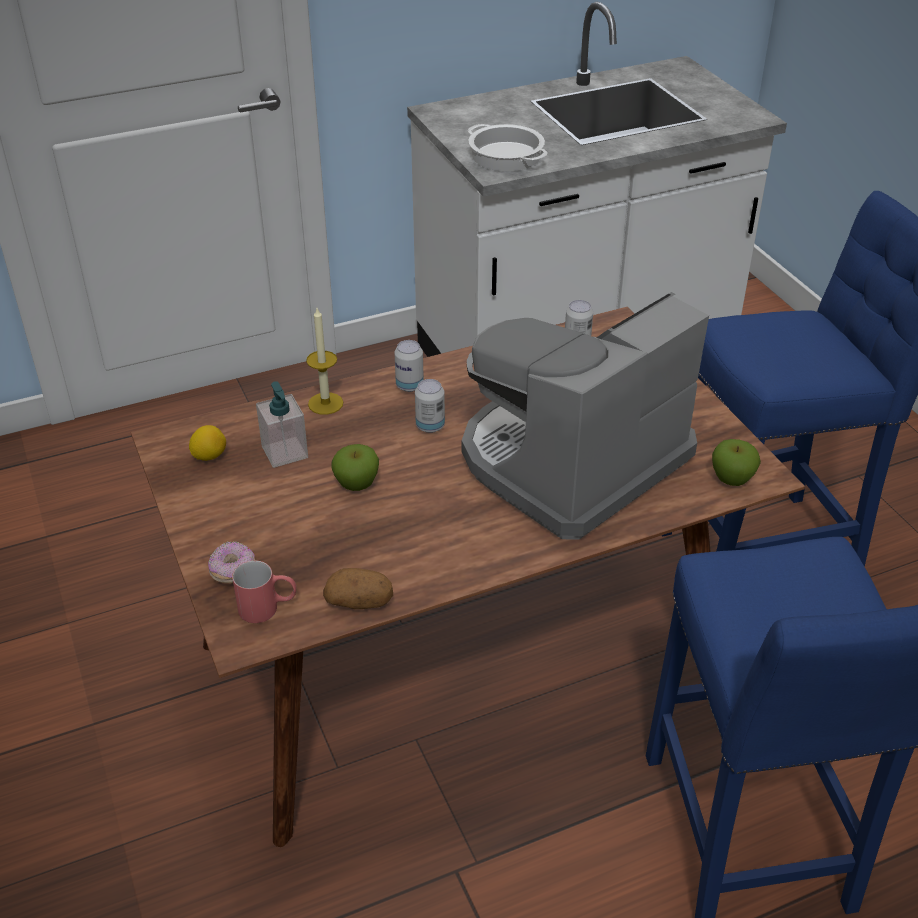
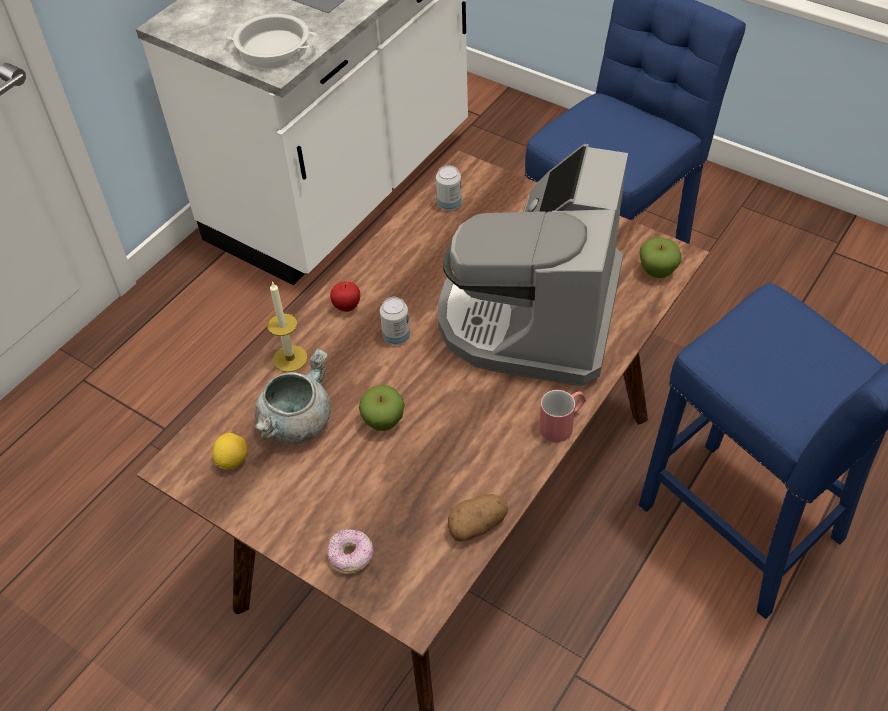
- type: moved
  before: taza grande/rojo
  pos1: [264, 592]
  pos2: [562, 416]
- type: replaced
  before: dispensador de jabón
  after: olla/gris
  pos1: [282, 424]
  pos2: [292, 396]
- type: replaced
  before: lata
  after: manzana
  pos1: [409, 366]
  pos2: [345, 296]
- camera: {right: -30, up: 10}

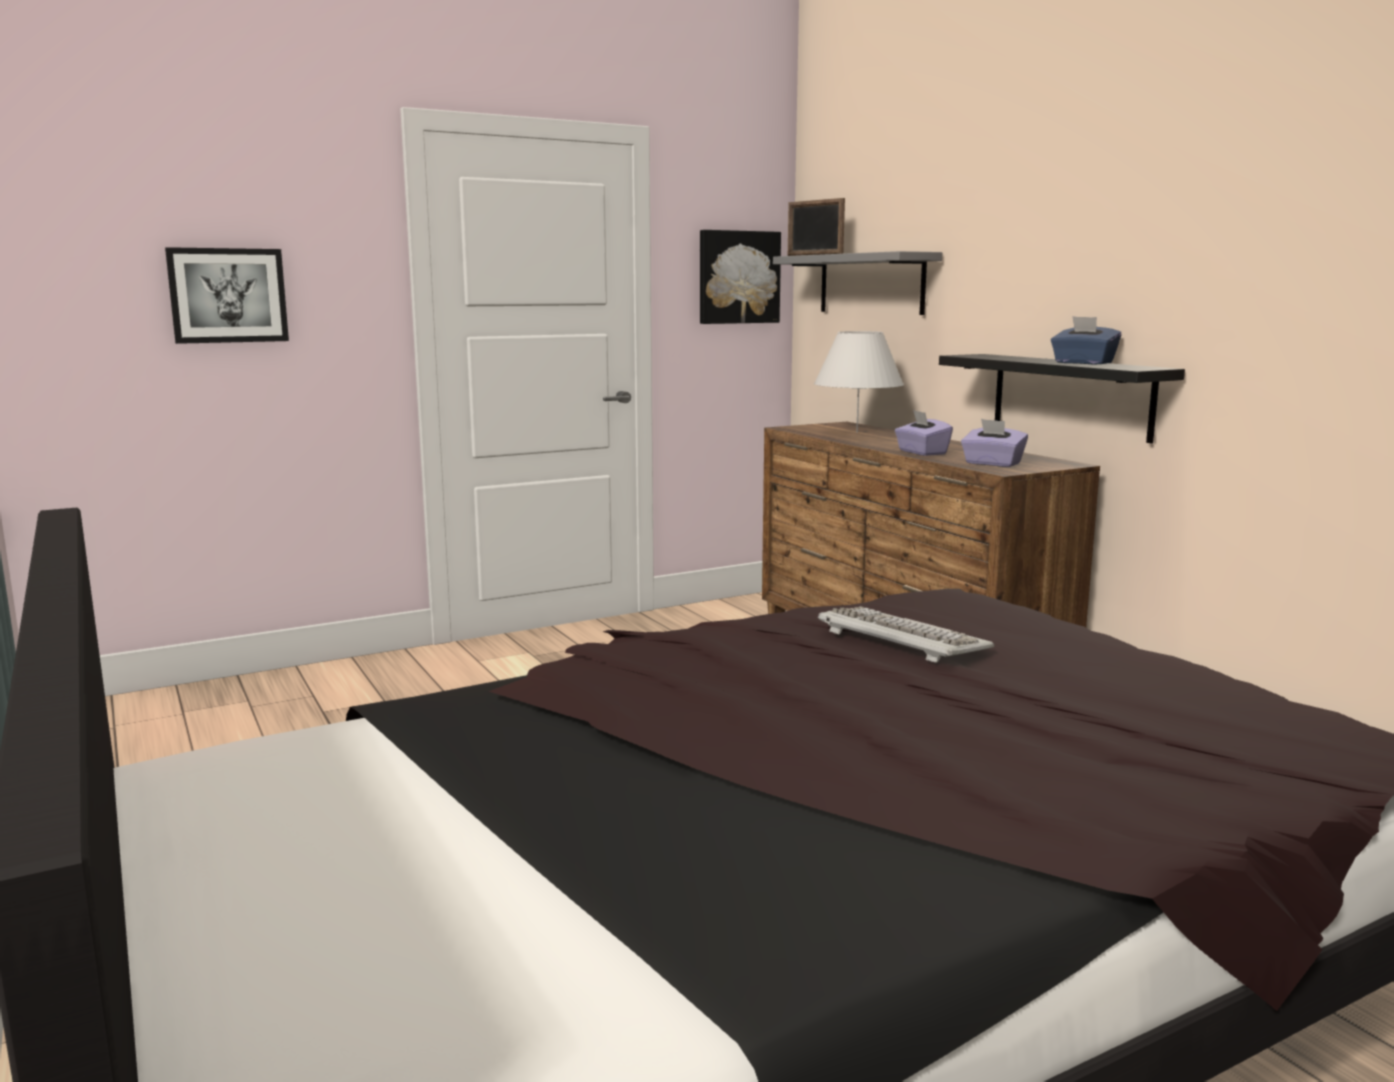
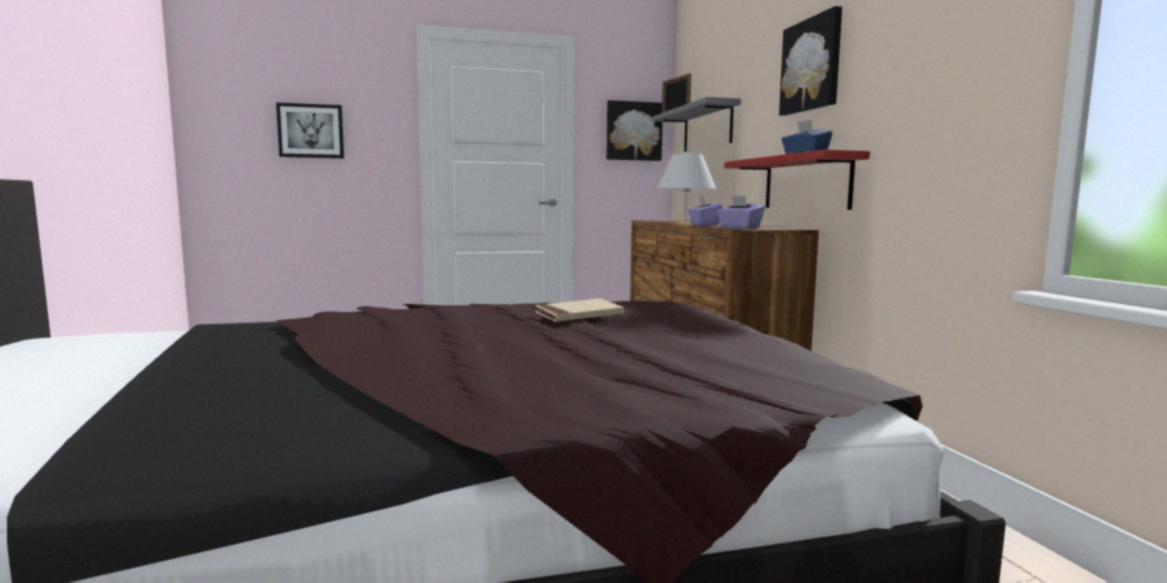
- type: replaced
  before: teclado
  after: libro/beis
  pos1: [906, 634]
  pos2: [580, 310]
- type: recoloured
  before: estante/negro
  after: estante/rojo
  pos1: [1062, 399]
  pos2: [797, 179]
- type: added
  after: cuadro
  pos2: [810, 61]
- camera: {right: 15, up: -5}

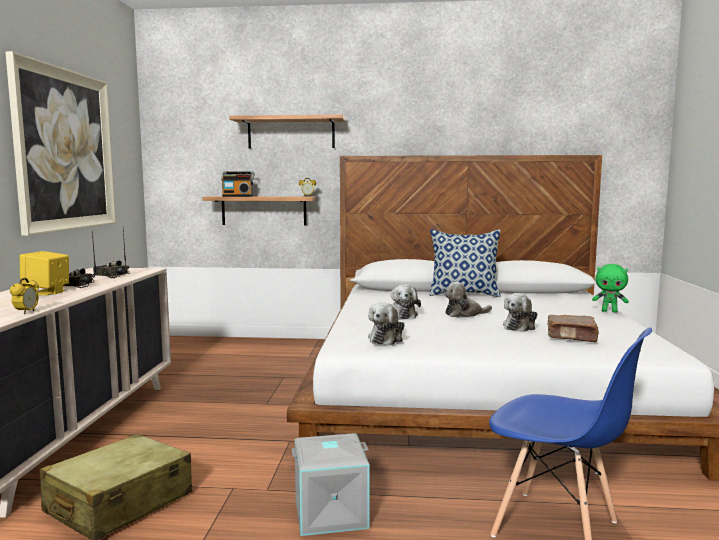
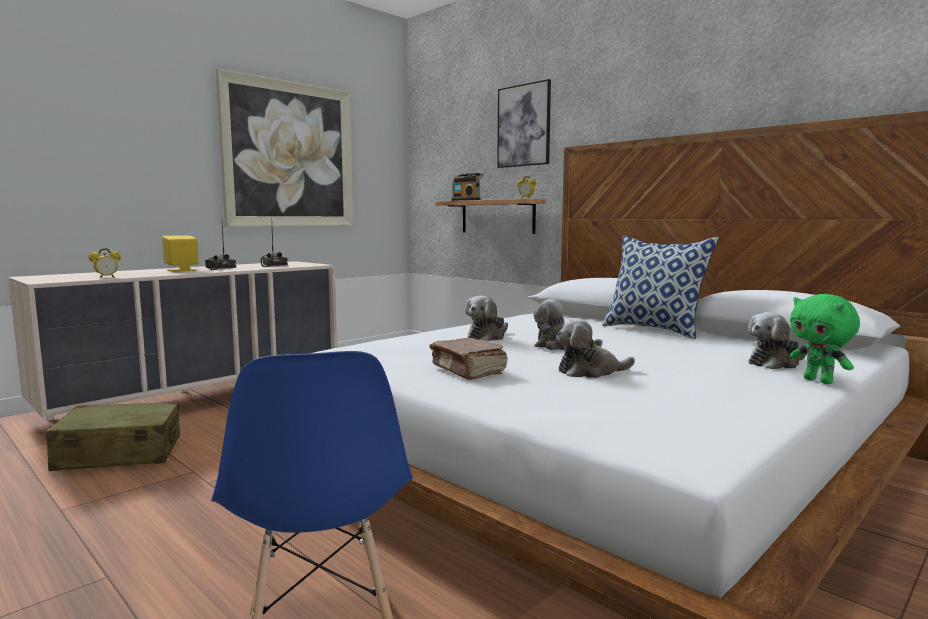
- type: replaced
  before: estante
  after: cuadro
  pos1: [287, 131]
  pos2: [524, 123]
- type: removed
  before: caja de almacenaje/gris
  pos1: [331, 484]
- type: moved
  before: peluche
  pos1: [386, 323]
  pos2: [777, 340]
- type: moved
  before: libro/marrón
  pos1: [573, 328]
  pos2: [469, 359]
- camera: {right: 40, up: 0}

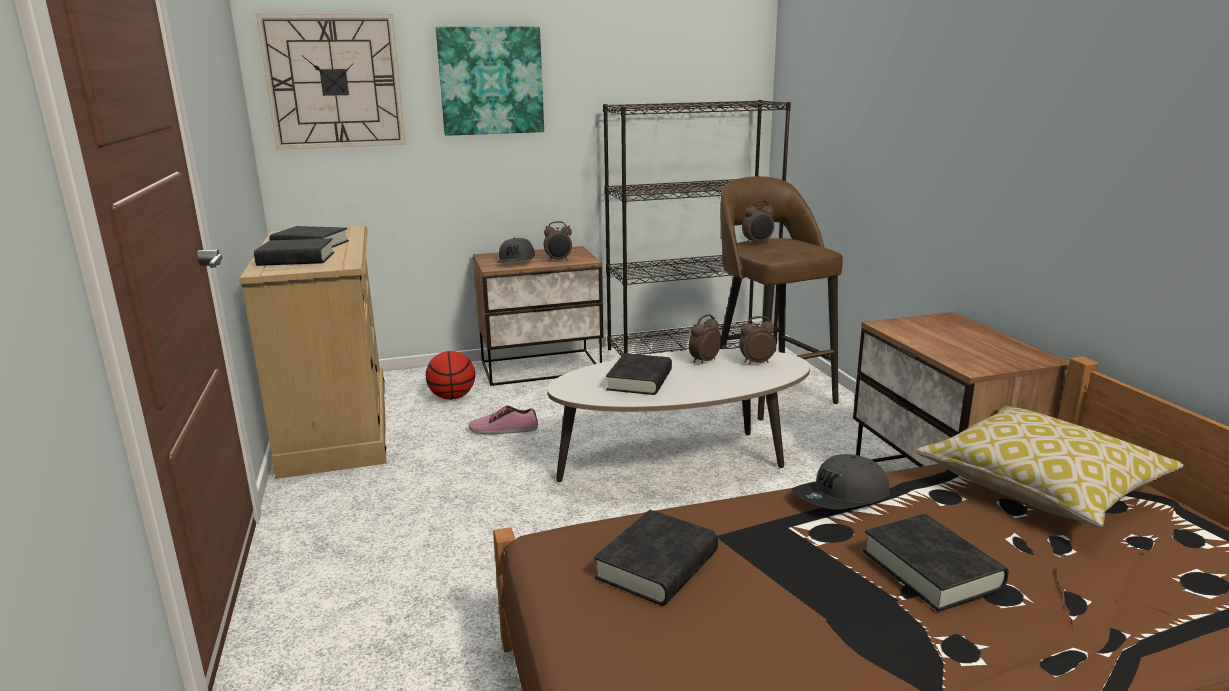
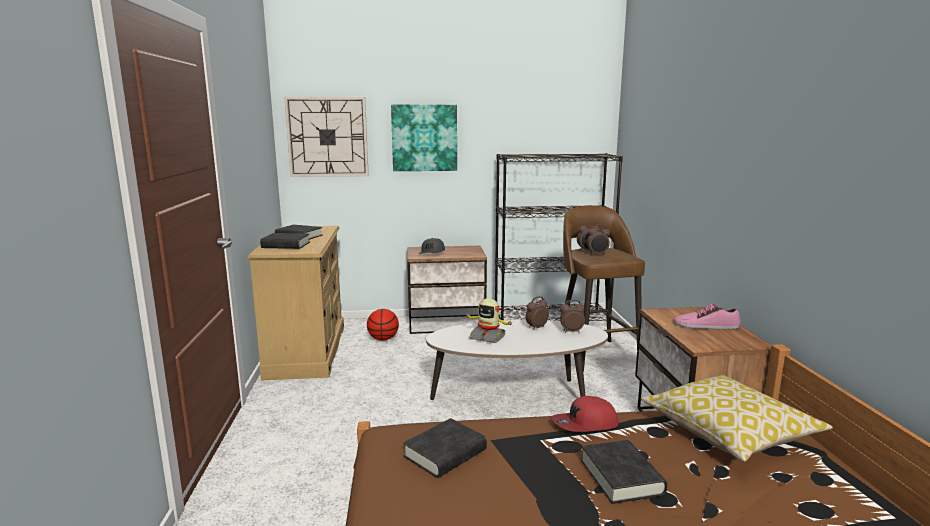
- type: moved
  before: zapato
  pos1: [503, 419]
  pos2: [707, 316]
- type: moved
  before: despertador
  pos1: [557, 241]
  pos2: [598, 240]
- type: replaced
  before: libro/negro
  after: robot de juguete
  pos1: [639, 374]
  pos2: [489, 320]
- type: recoloured
  before: gorra/gris
  after: gorra/rojo
  pos1: [841, 481]
  pos2: [585, 414]
- camera: {right: 10, up: -5}

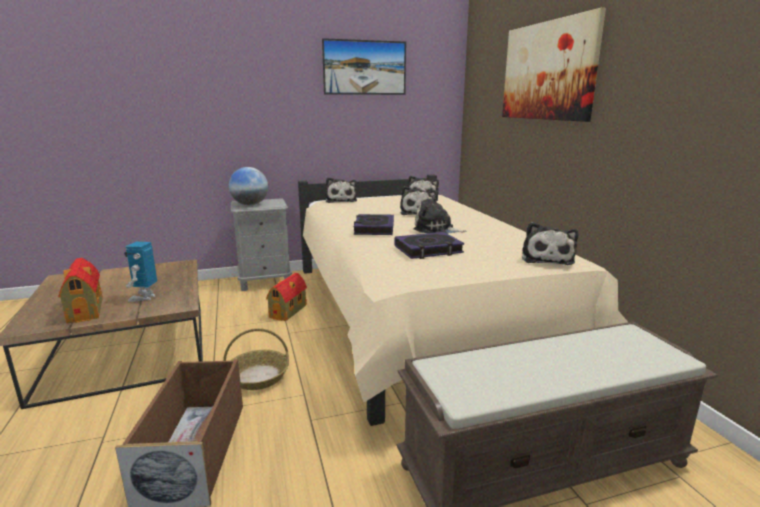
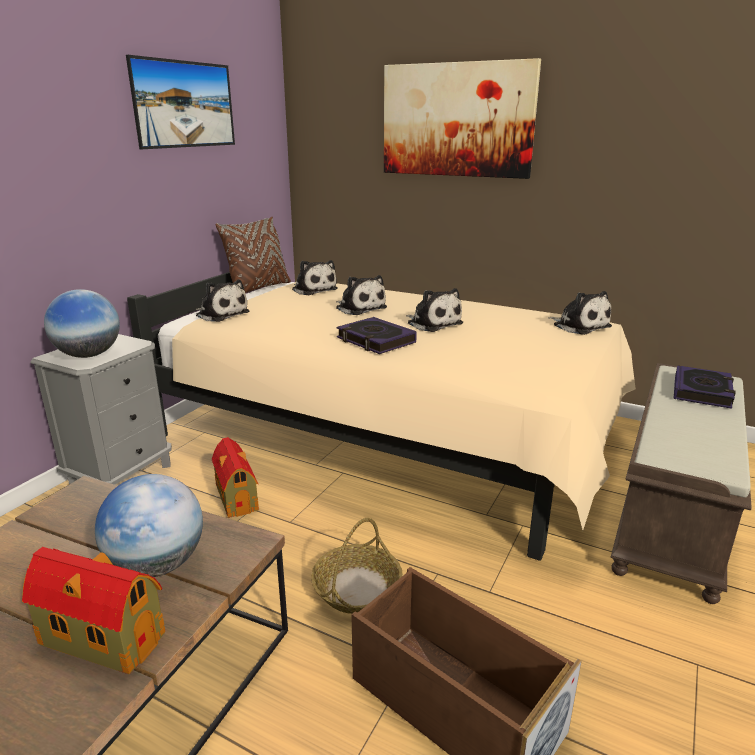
- type: replaced
  before: robot de juguete
  after: globo terráqueo
  pos1: [140, 272]
  pos2: [149, 525]
- type: moved
  before: libro
  pos1: [429, 245]
  pos2: [704, 387]
- type: turned
  before: peluche
  pos1: [440, 214]
  pos2: [434, 310]
  turn: -105
- type: added
  after: cojín/marrón
  pos2: [253, 255]
- camera: {right: -45, up: 5}

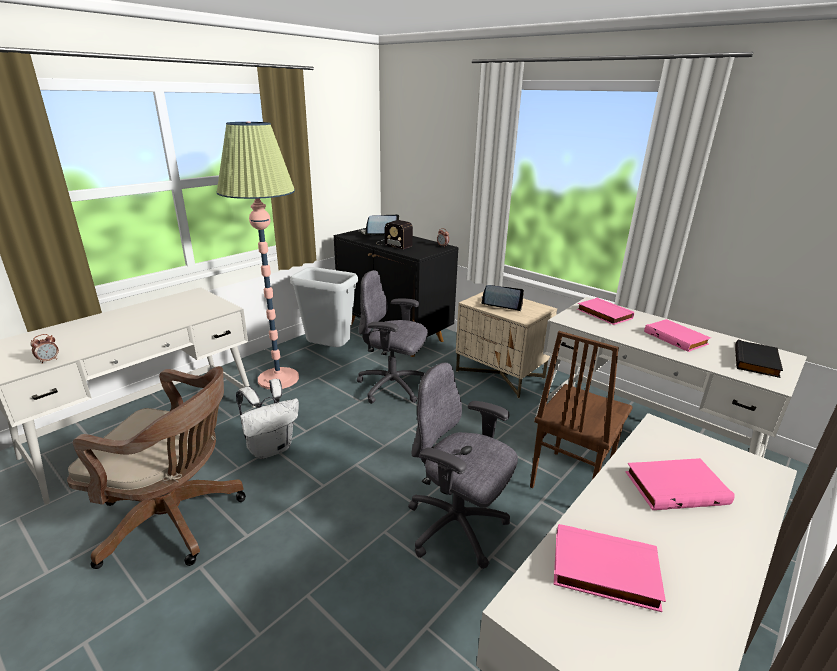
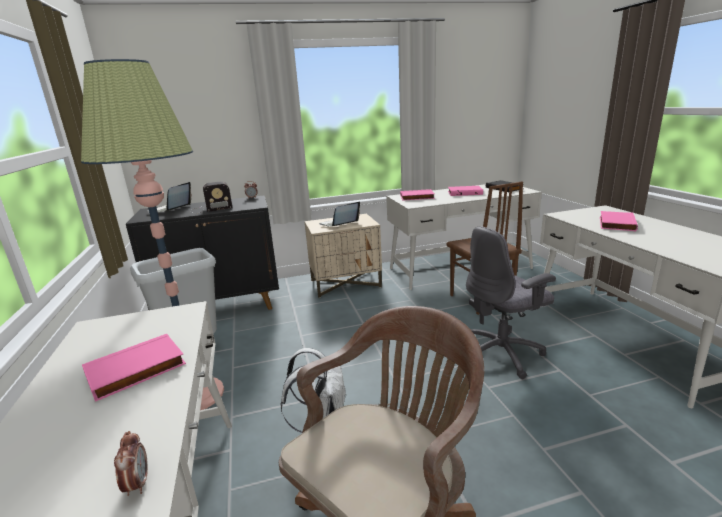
- type: removed
  before: silla de oficina/gris
  pos1: [392, 337]
- type: moved
  before: libro/rosa
  pos1: [610, 568]
  pos2: [134, 368]
- camera: {right: -55, up: -5}

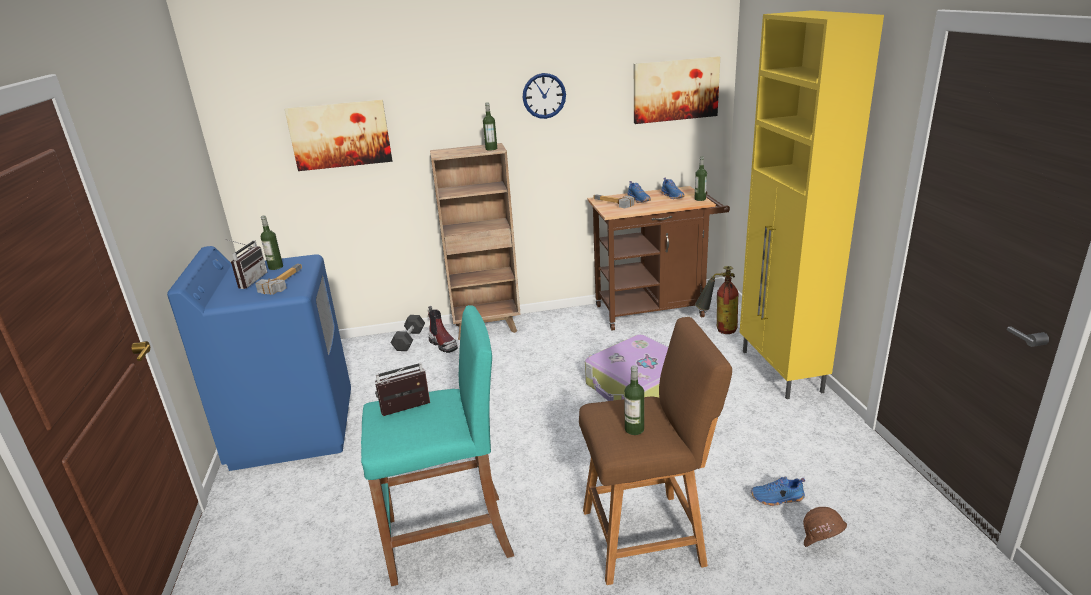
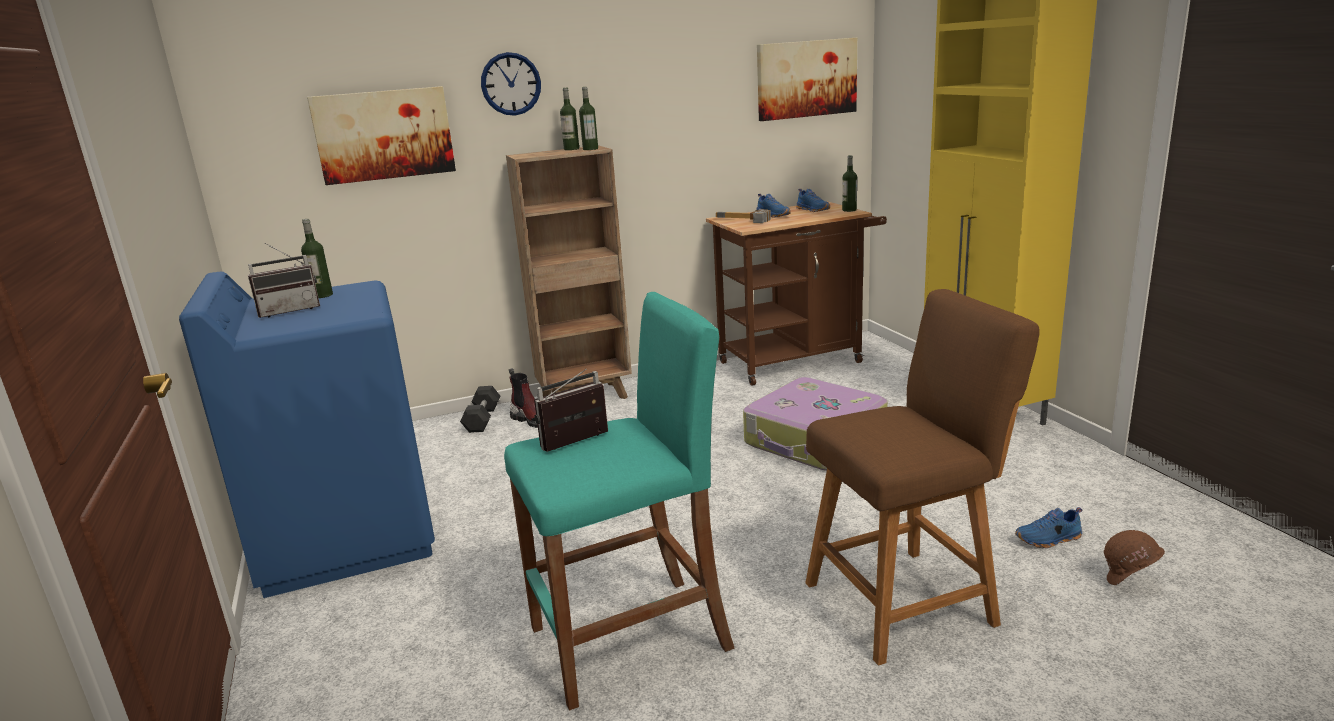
- type: turned
  before: radio
  pos1: [246, 264]
  pos2: [284, 280]
  turn: 60
- type: removed
  before: martillo
  pos1: [278, 279]
- type: moved
  before: reloj de pared
  pos1: [544, 96]
  pos2: [511, 84]
- type: moved
  before: botella
  pos1: [634, 400]
  pos2: [569, 119]
- type: removed
  before: extintor
  pos1: [716, 300]
- camera: {right: -10, up: -5}

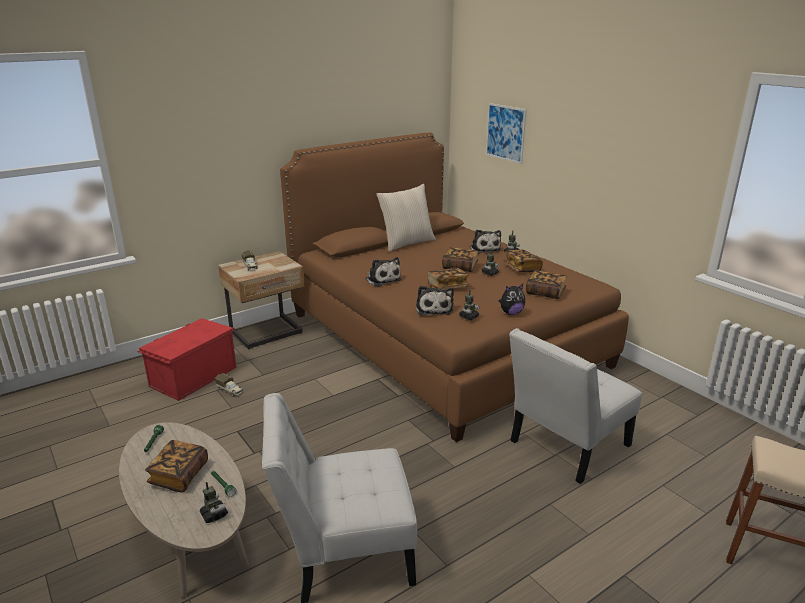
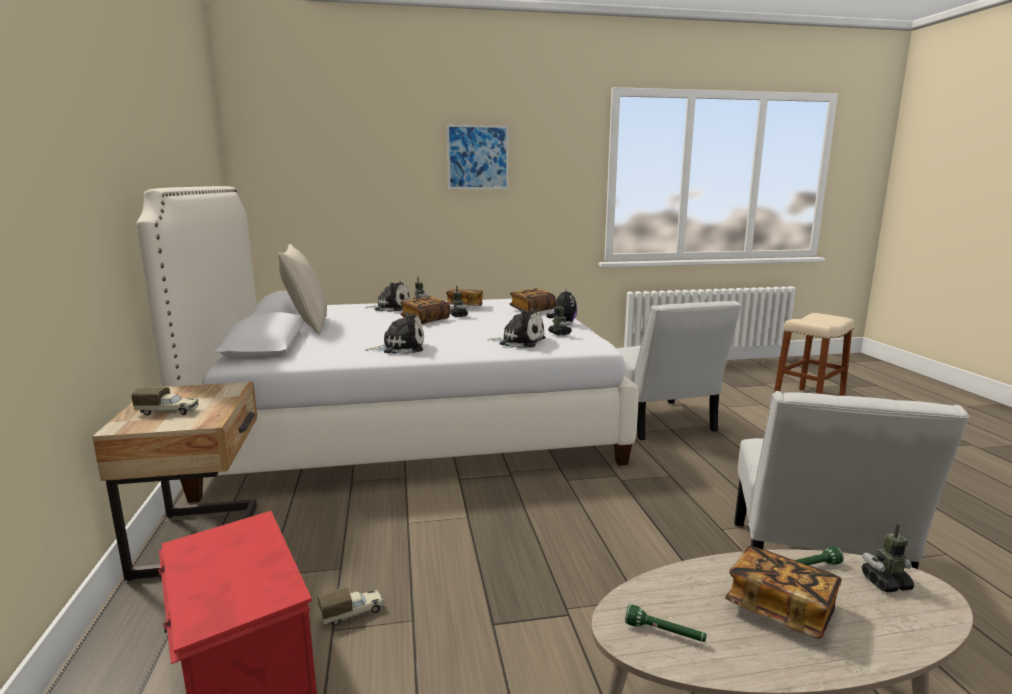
- type: recoloured
  before: cama/marrón
  after: cama/blanco
  pos1: [454, 287]
  pos2: [388, 344]
- type: removed
  before: libro
  pos1: [448, 278]
- type: moved
  before: cuadro
  pos1: [506, 133]
  pos2: [477, 157]
- camera: {right: -65, up: -10}

